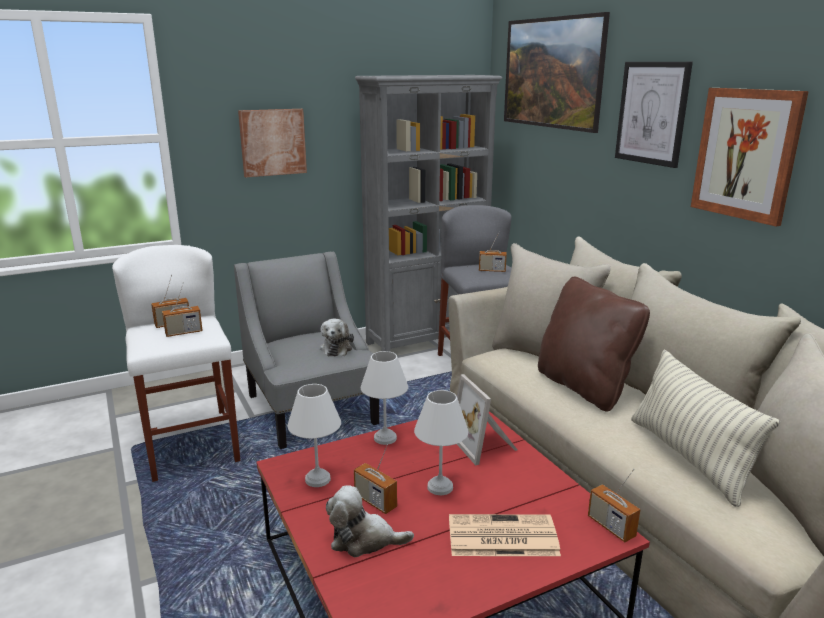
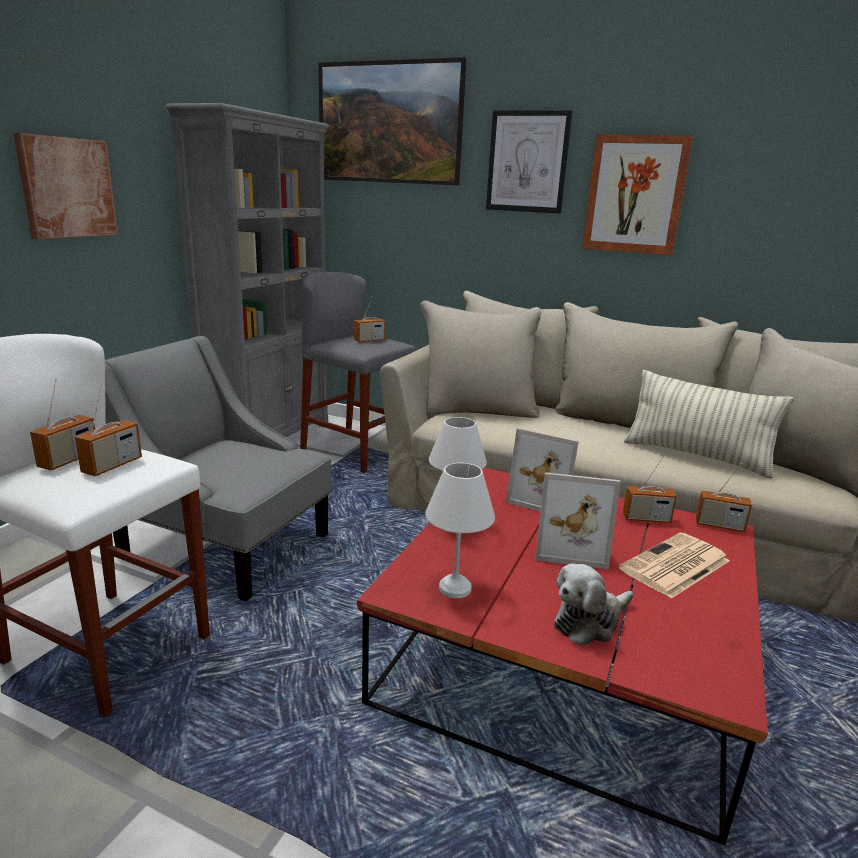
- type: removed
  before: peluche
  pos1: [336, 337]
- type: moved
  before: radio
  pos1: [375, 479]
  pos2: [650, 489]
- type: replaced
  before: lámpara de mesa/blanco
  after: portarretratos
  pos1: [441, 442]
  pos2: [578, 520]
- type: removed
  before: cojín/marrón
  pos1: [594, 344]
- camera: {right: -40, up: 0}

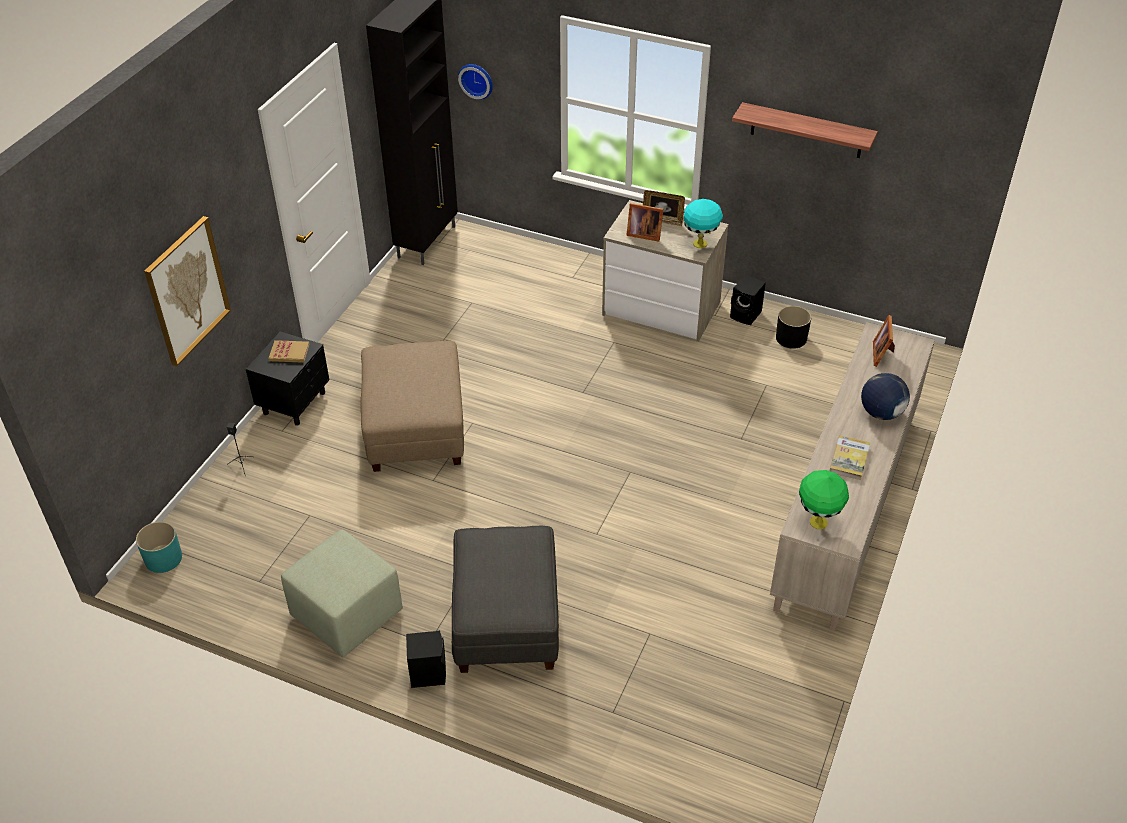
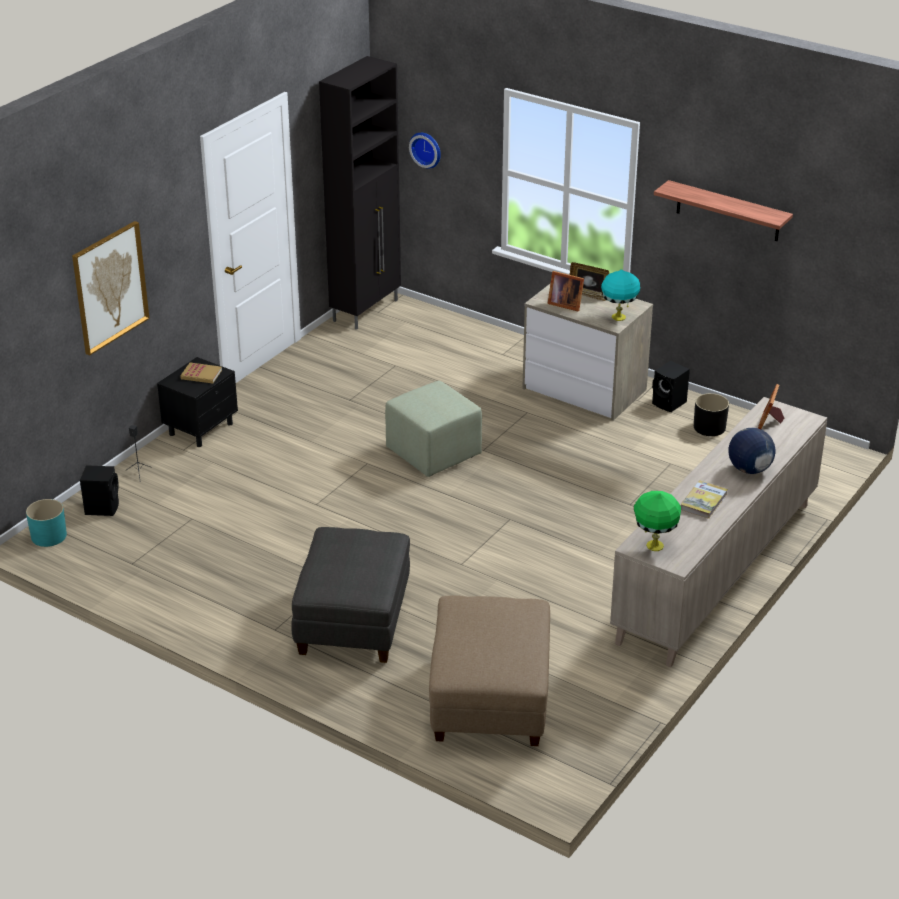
- type: moved
  before: puf/verde
  pos1: [342, 593]
  pos2: [433, 429]
- type: moved
  before: puf/beis
  pos1: [412, 406]
  pos2: [489, 670]
- type: moved
  before: altavoz/negro
  pos1: [426, 659]
  pos2: [99, 490]
- camera: {right: 10, up: -10}

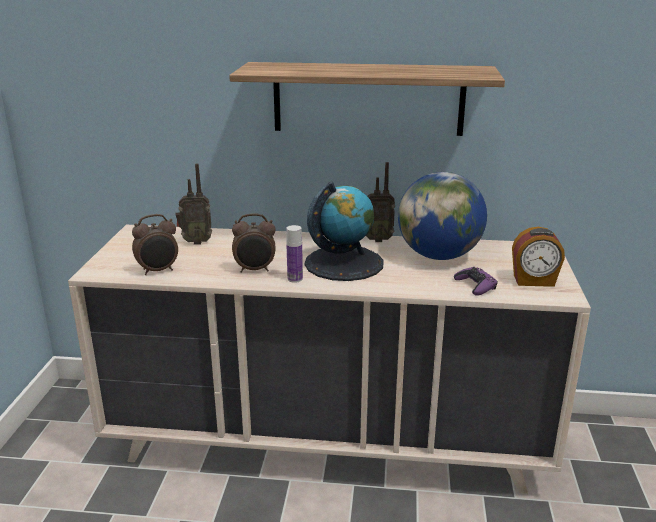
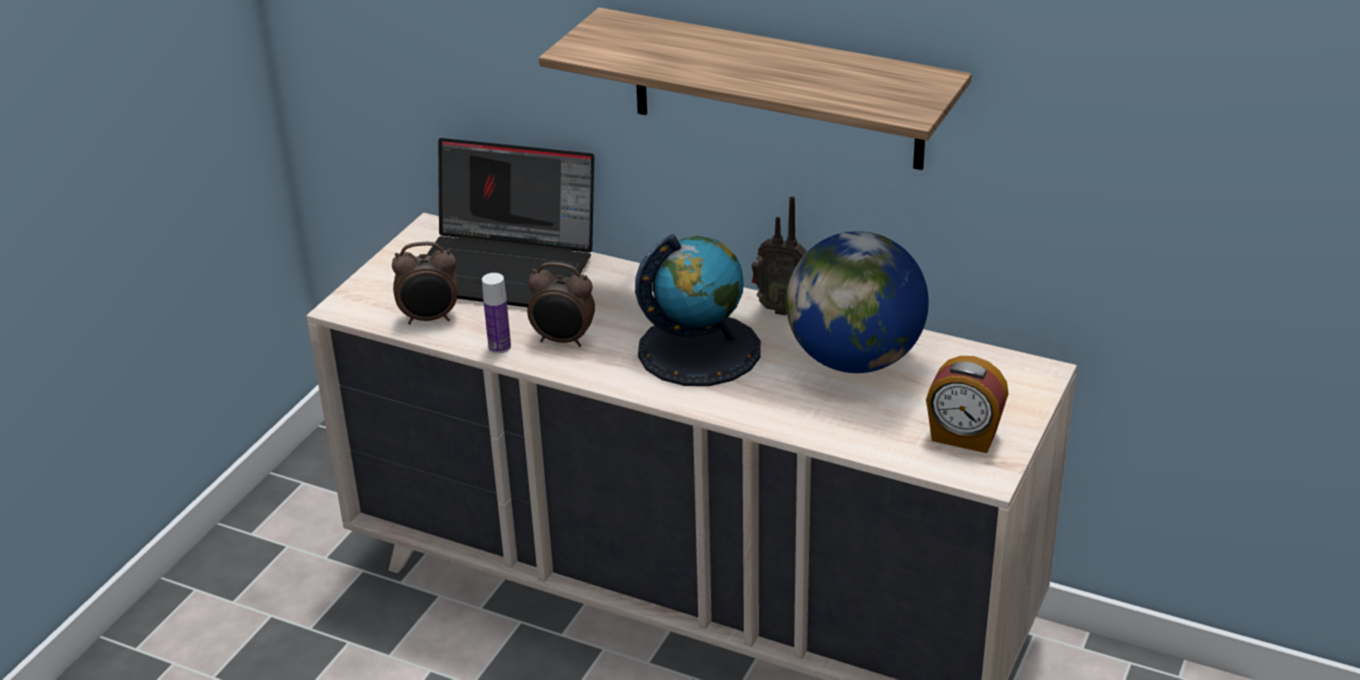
- type: replaced
  before: radio
  after: portátil
  pos1: [194, 204]
  pos2: [510, 222]
- type: moved
  before: botella
  pos1: [294, 254]
  pos2: [496, 313]
- type: removed
  before: mando de consola/morado
  pos1: [476, 281]
- camera: {right: 20, up: 10}

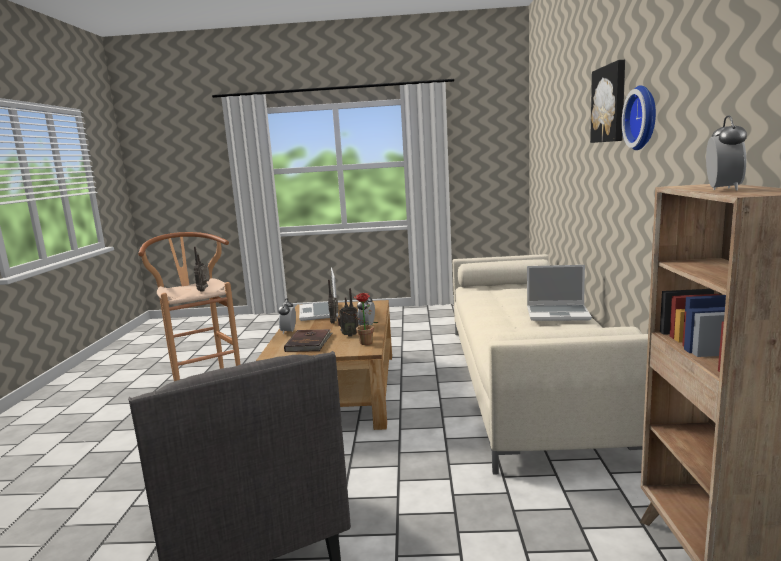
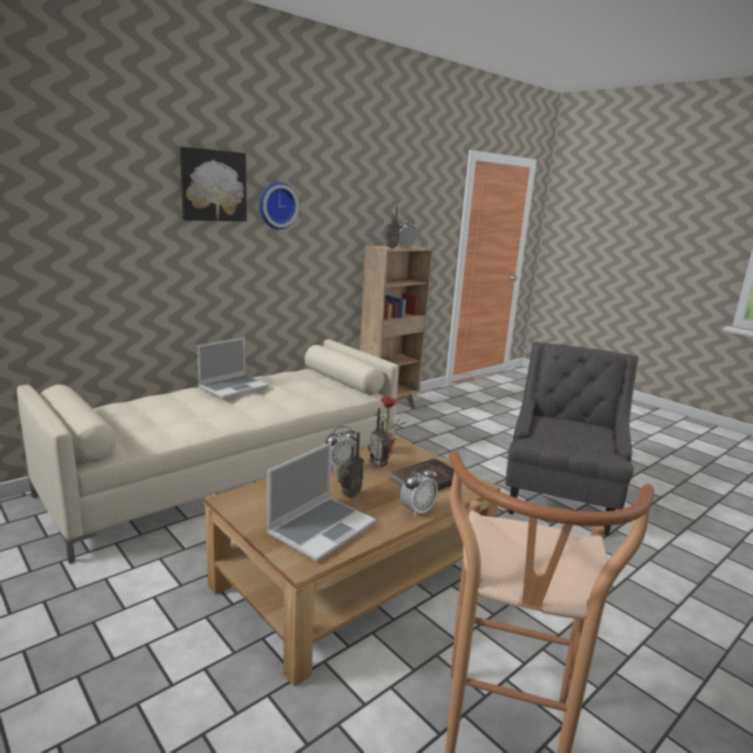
- type: moved
  before: radio
  pos1: [202, 269]
  pos2: [392, 228]
- type: turned
  before: portátil
  pos1: [559, 293]
  pos2: [233, 368]
  turn: 75
- camera: {right: -135, up: 5}

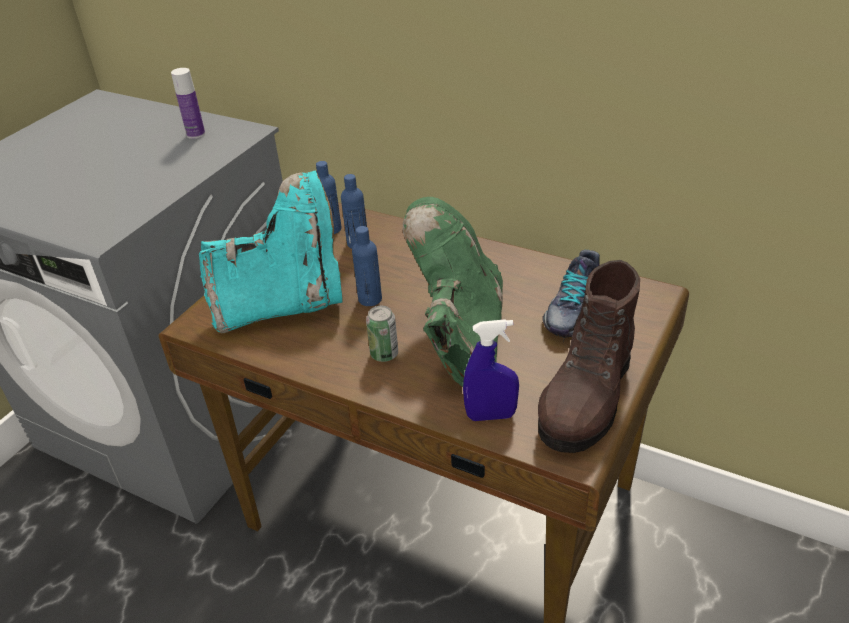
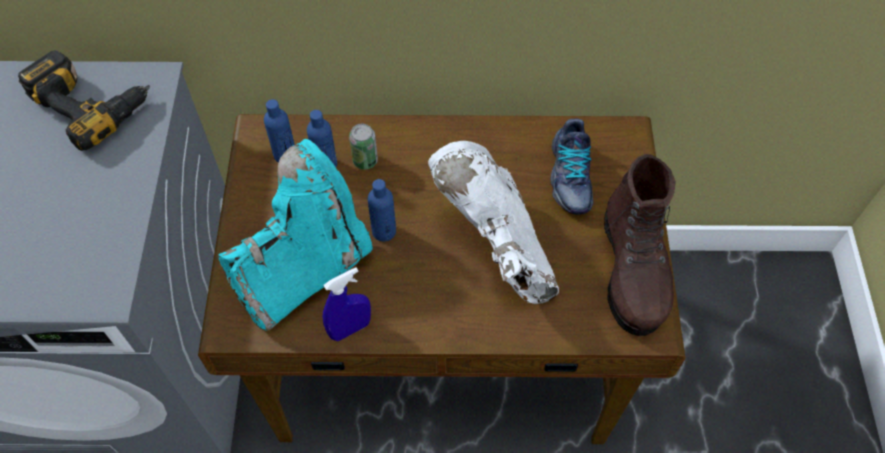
- type: replaced
  before: botella
  after: taladro
  pos1: [188, 103]
  pos2: [84, 100]
- type: moved
  before: lata
  pos1: [382, 334]
  pos2: [363, 147]
- type: recoloured
  before: bota/verde
  after: bota/blanco
  pos1: [453, 292]
  pos2: [493, 222]
- type: moved
  before: pulverizador/azul
  pos1: [491, 370]
  pos2: [347, 304]
- camera: {right: -30, up: 20}

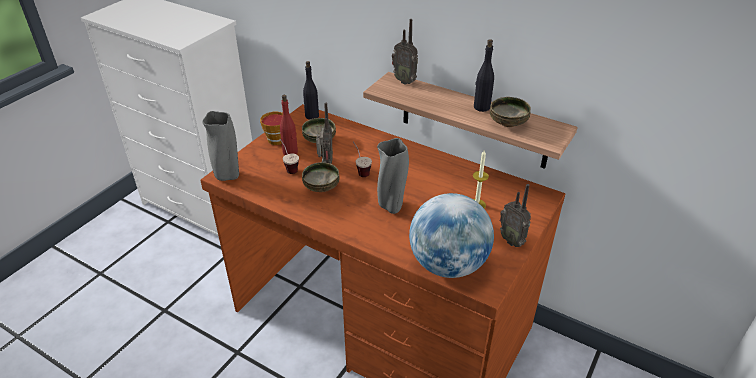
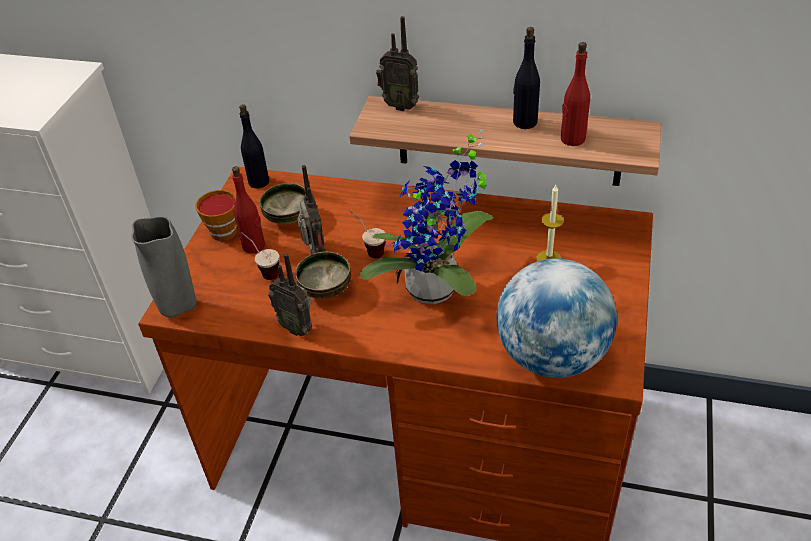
- type: replaced
  before: florero/gris
  after: planta en maceta
  pos1: [393, 176]
  pos2: [427, 216]
- type: replaced
  before: cuenco
  after: botella/rojo
  pos1: [510, 112]
  pos2: [575, 94]
- type: moved
  before: radio
  pos1: [515, 215]
  pos2: [290, 294]
- camera: {right: -15, up: 5}

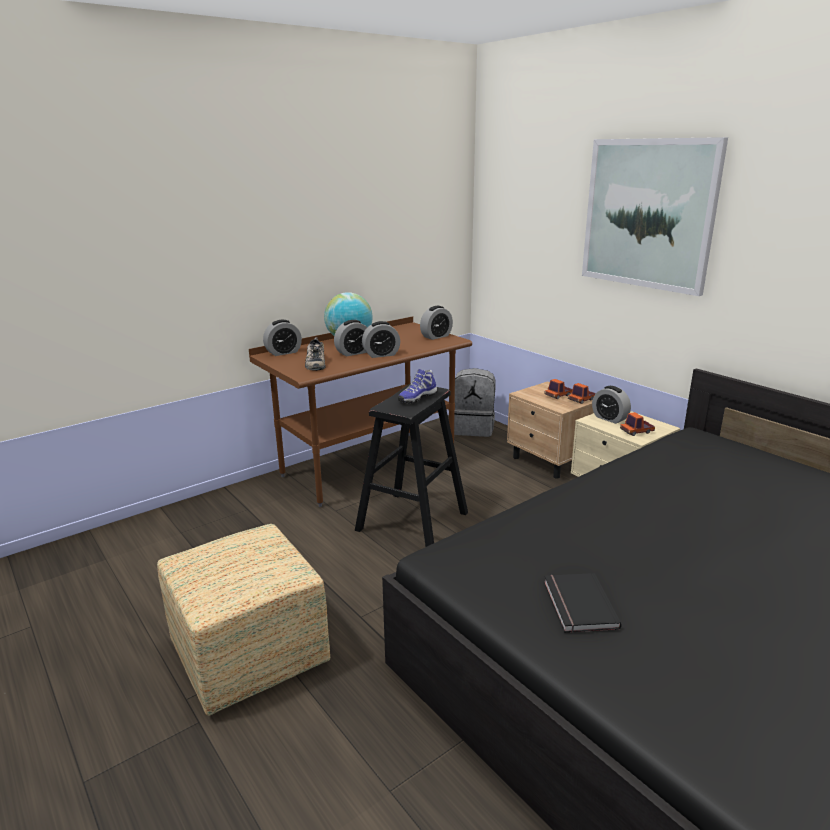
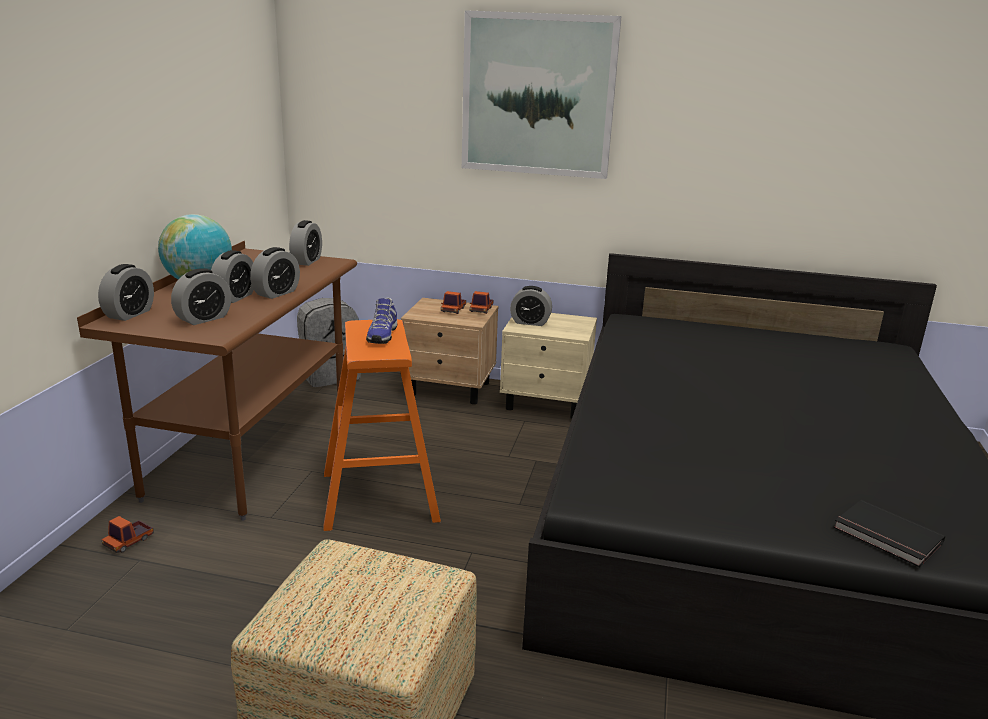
- type: replaced
  before: zapato
  after: despertador
  pos1: [315, 354]
  pos2: [201, 296]
- type: recoloured
  before: taburete/negro
  after: taburete/naranja
  pos1: [411, 465]
  pos2: [382, 425]
- type: moved
  before: libro/negro
  pos1: [582, 603]
  pos2: [889, 533]
- type: moved
  before: camión de juguete
  pos1: [637, 424]
  pos2: [127, 534]
- camera: {right: -40, up: 0}

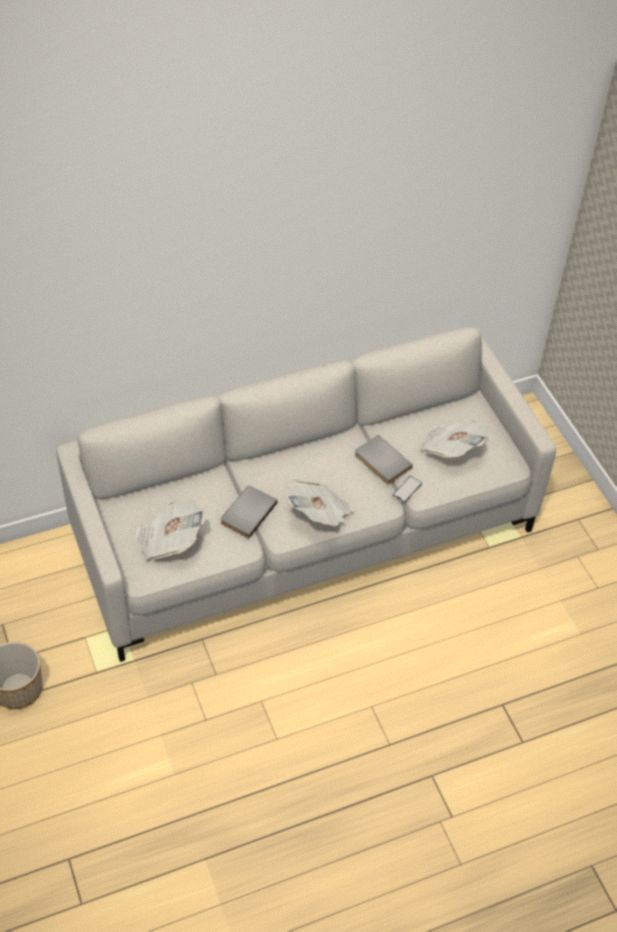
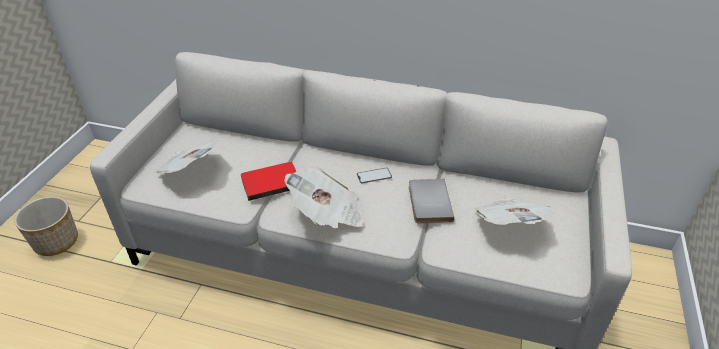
- type: recoloured
  before: libro/gris
  after: libro/rojo
  pos1: [249, 512]
  pos2: [268, 181]
- type: moved
  before: móvil
  pos1: [407, 489]
  pos2: [374, 176]
- camera: {right: 40, up: -10}

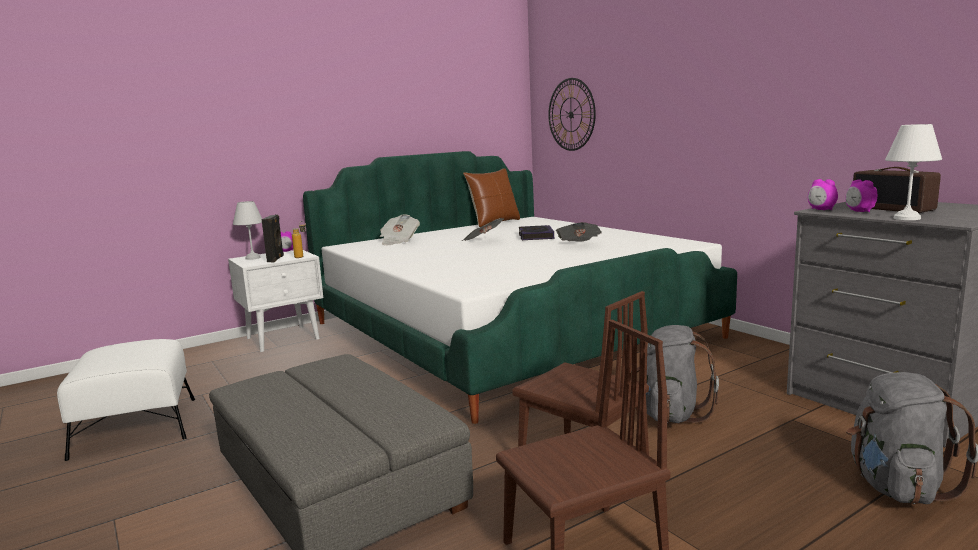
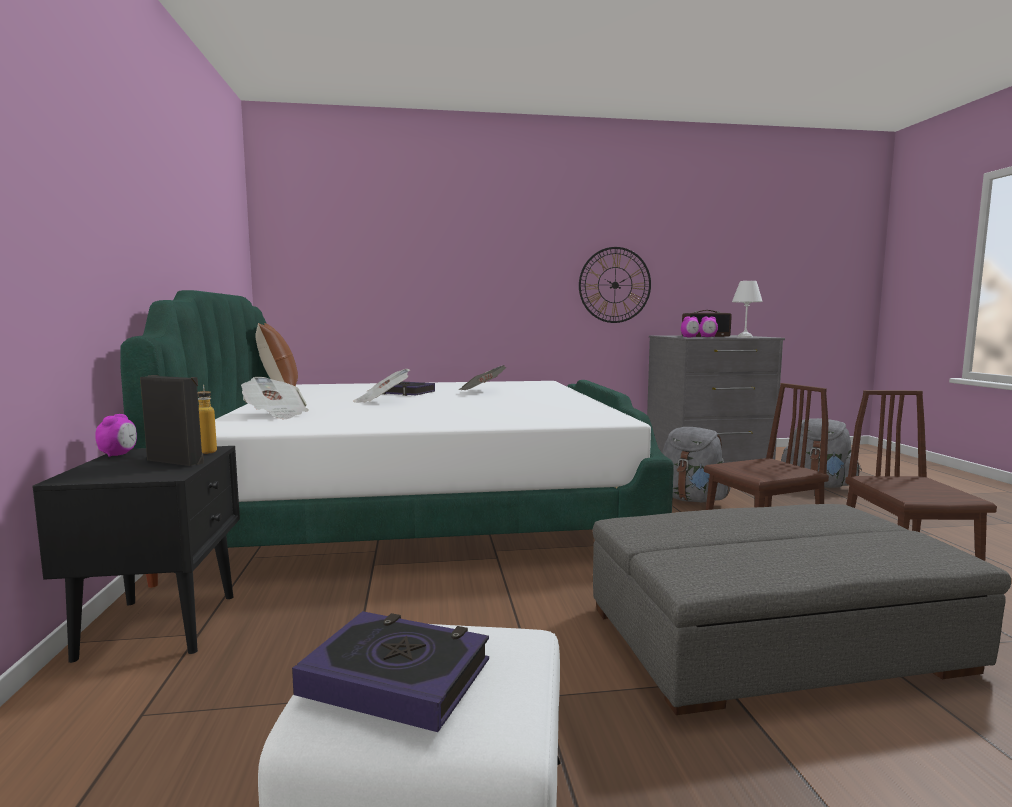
- type: recoloured
  before: mesita de noche/blanco
  after: mesita de noche/negro
  pos1: [275, 301]
  pos2: [136, 554]
- type: removed
  before: lámpara de mesa/blanco
  pos1: [247, 230]
- type: moved
  before: reloj de pared
  pos1: [572, 114]
  pos2: [615, 285]
- type: added
  after: libro
  pos2: [390, 671]
- camera: {right: -65, up: -5}

